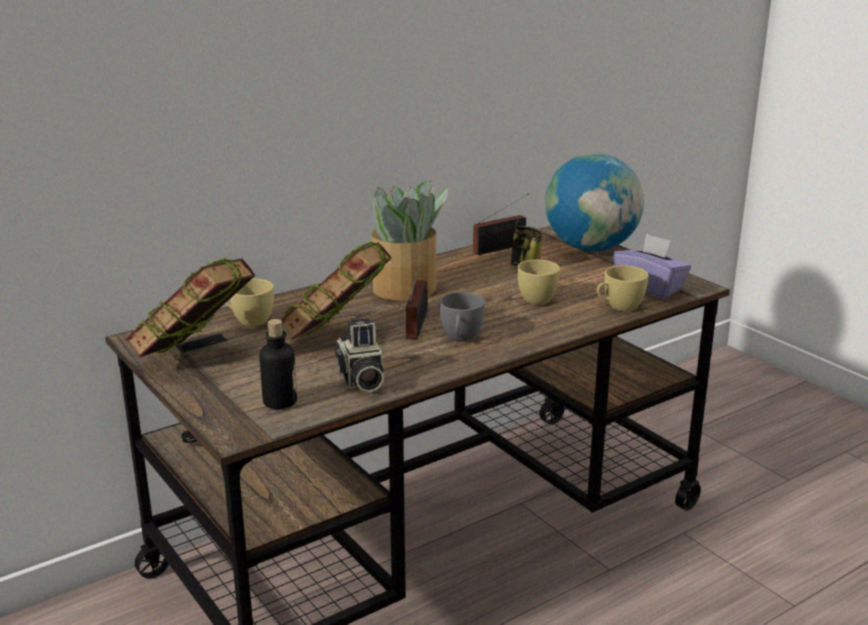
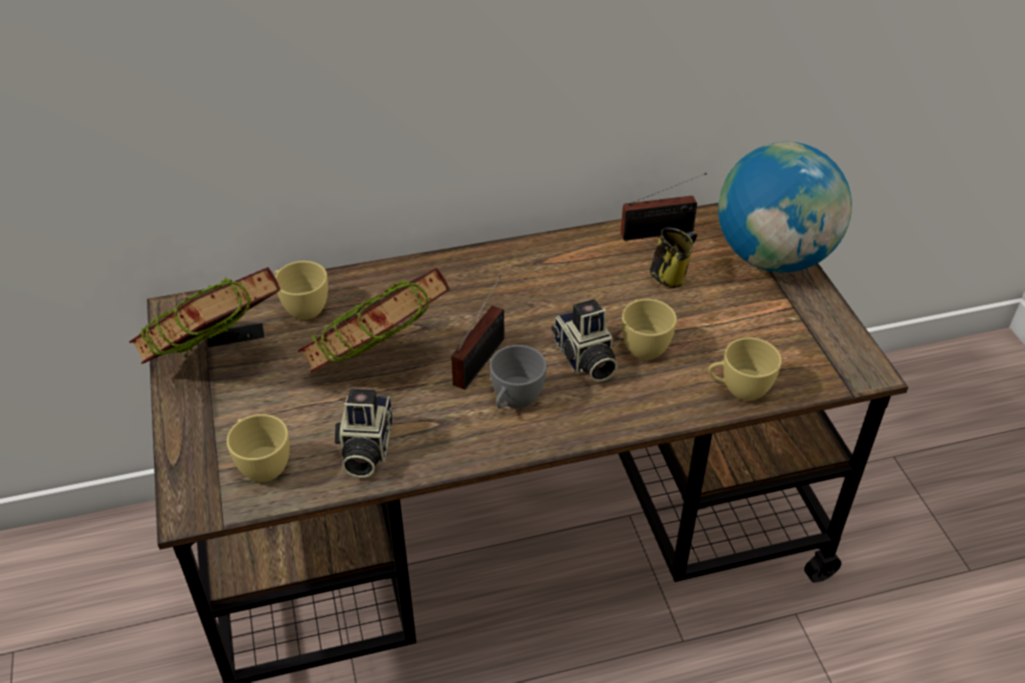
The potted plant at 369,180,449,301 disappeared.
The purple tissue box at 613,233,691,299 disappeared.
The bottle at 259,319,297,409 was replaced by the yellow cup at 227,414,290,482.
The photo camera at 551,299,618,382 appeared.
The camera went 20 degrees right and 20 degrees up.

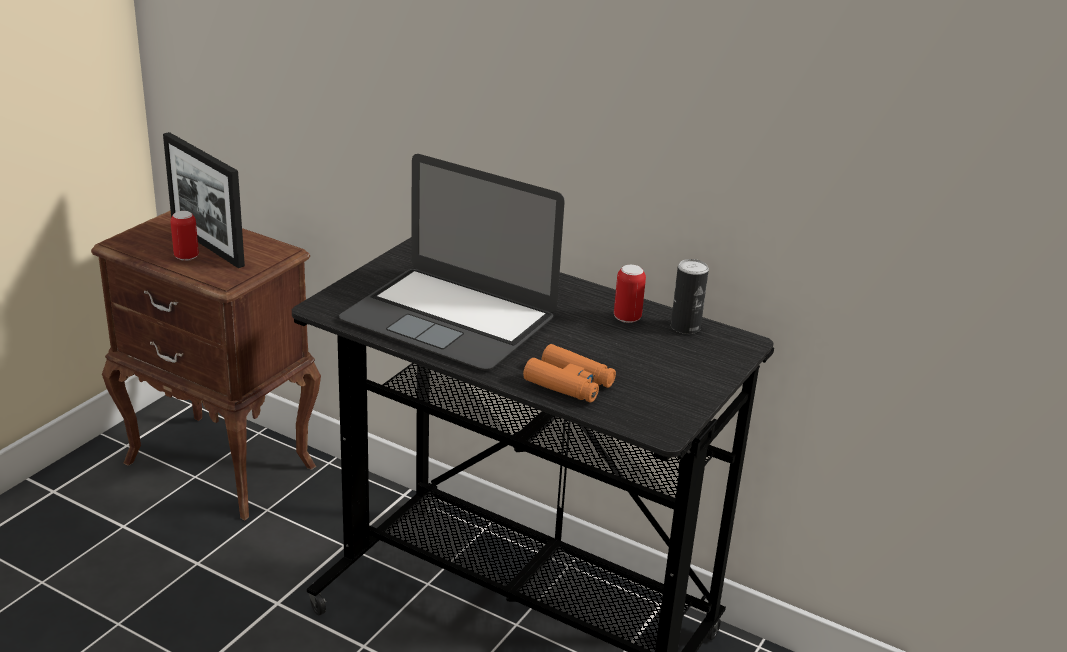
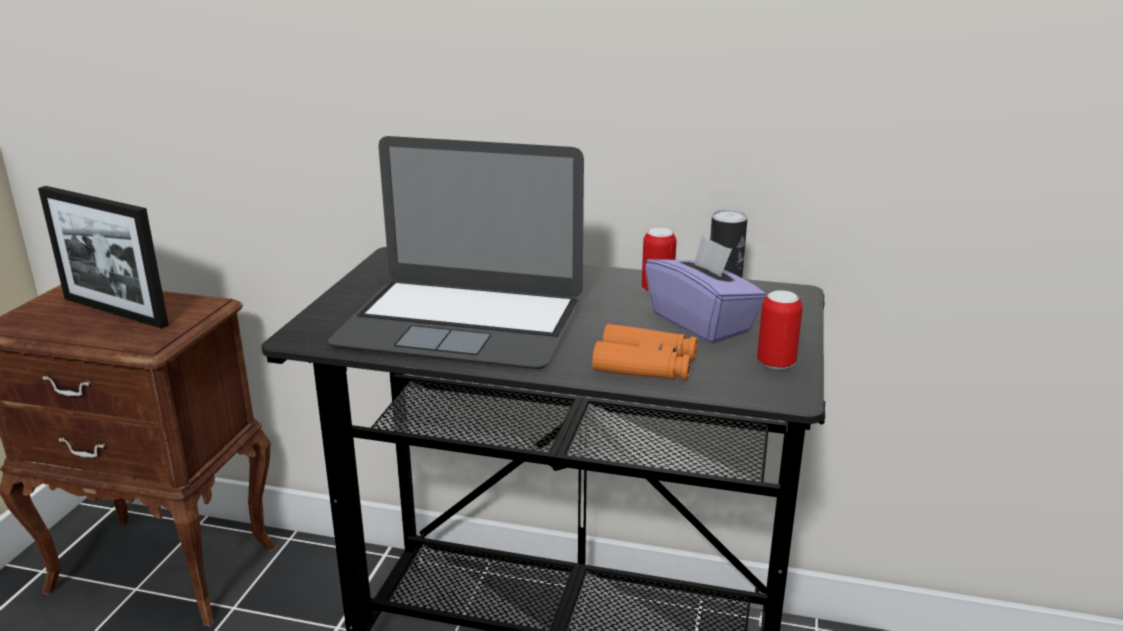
The can moved from 170,211,199,261 to 757,290,803,370.
The purple tissue box at 645,235,766,344 appeared.
The camera went 15 degrees left and 5 degrees down.

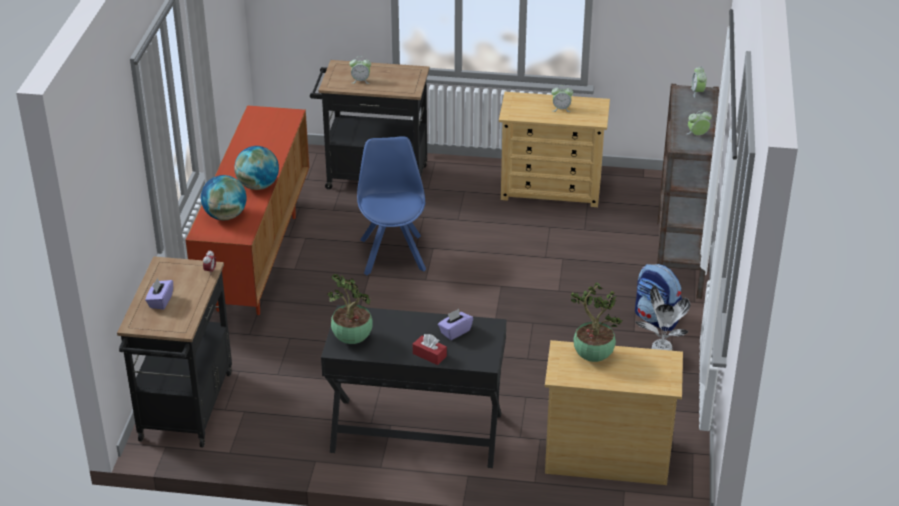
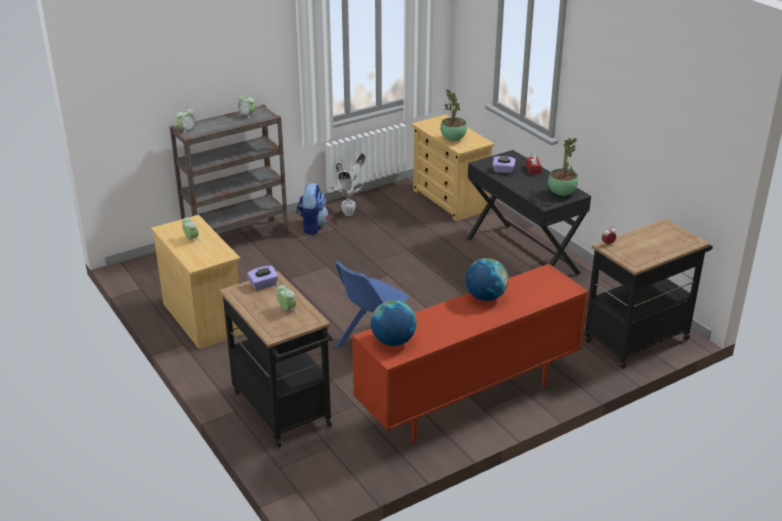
The globe moved from 201,175,247,220 to 371,300,417,346.
The purple tissue box moved from 145,278,173,310 to 247,266,278,290.
The camera went 130 degrees left and 5 degrees down.

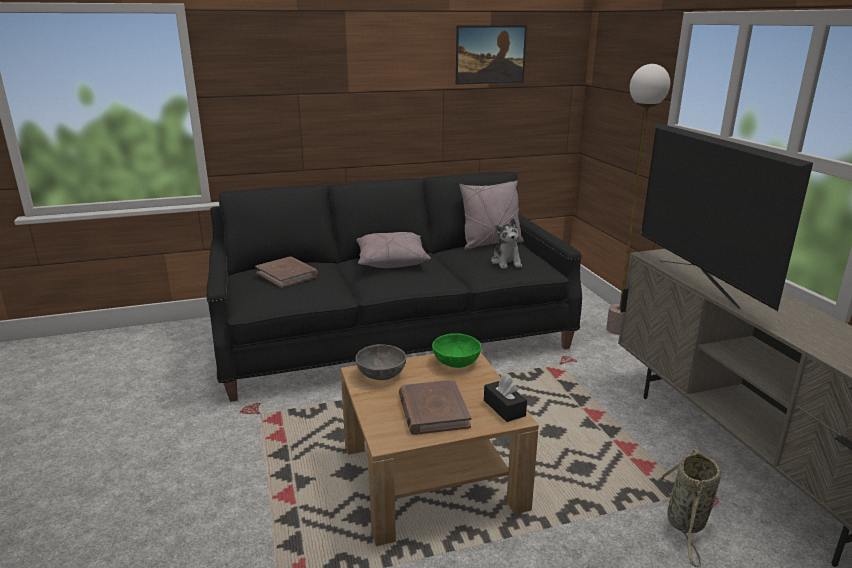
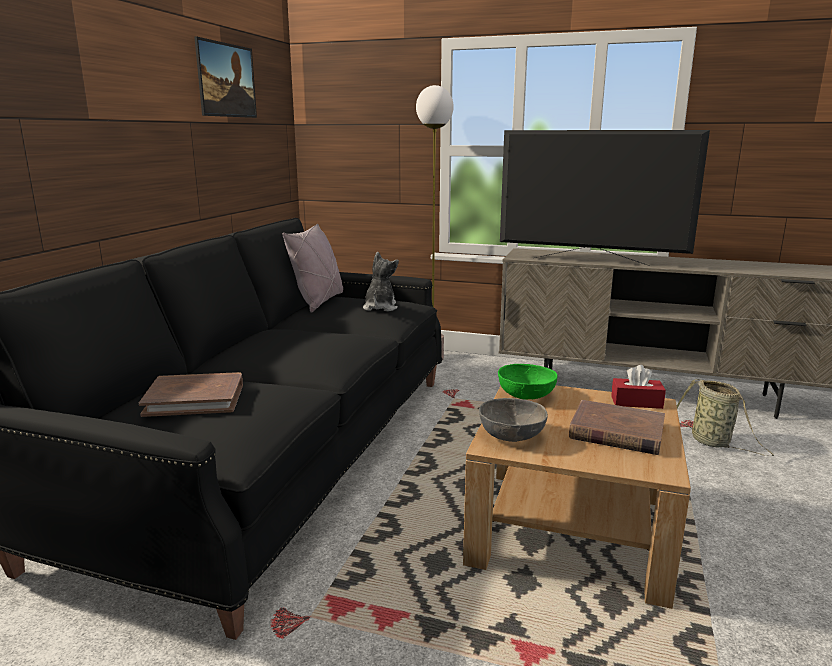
The plush toy at 491,218,522,269 turned 105 degrees counterclockwise.
The purple pillow at 356,232,431,268 disappeared.
The black tissue box at 484,375,527,422 became the red tissue box at 611,365,666,409.
The camera went 55 degrees left and 5 degrees down.

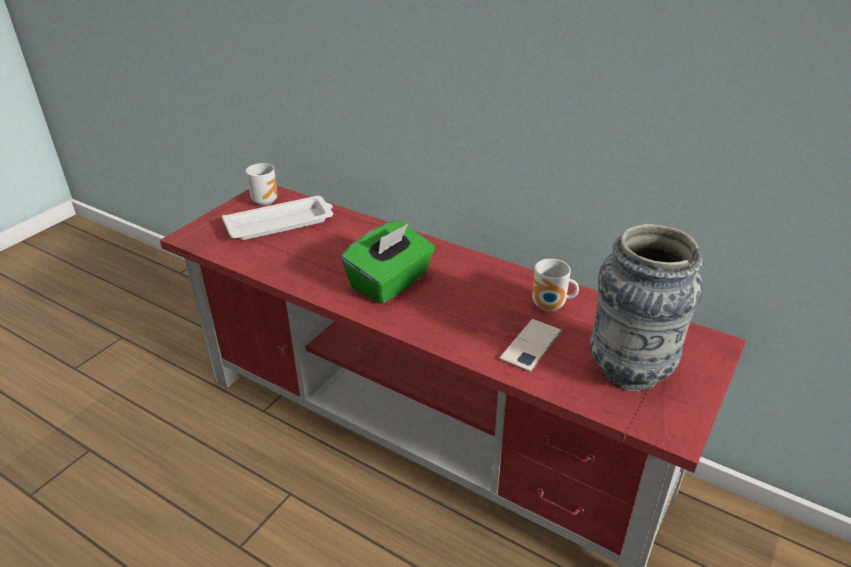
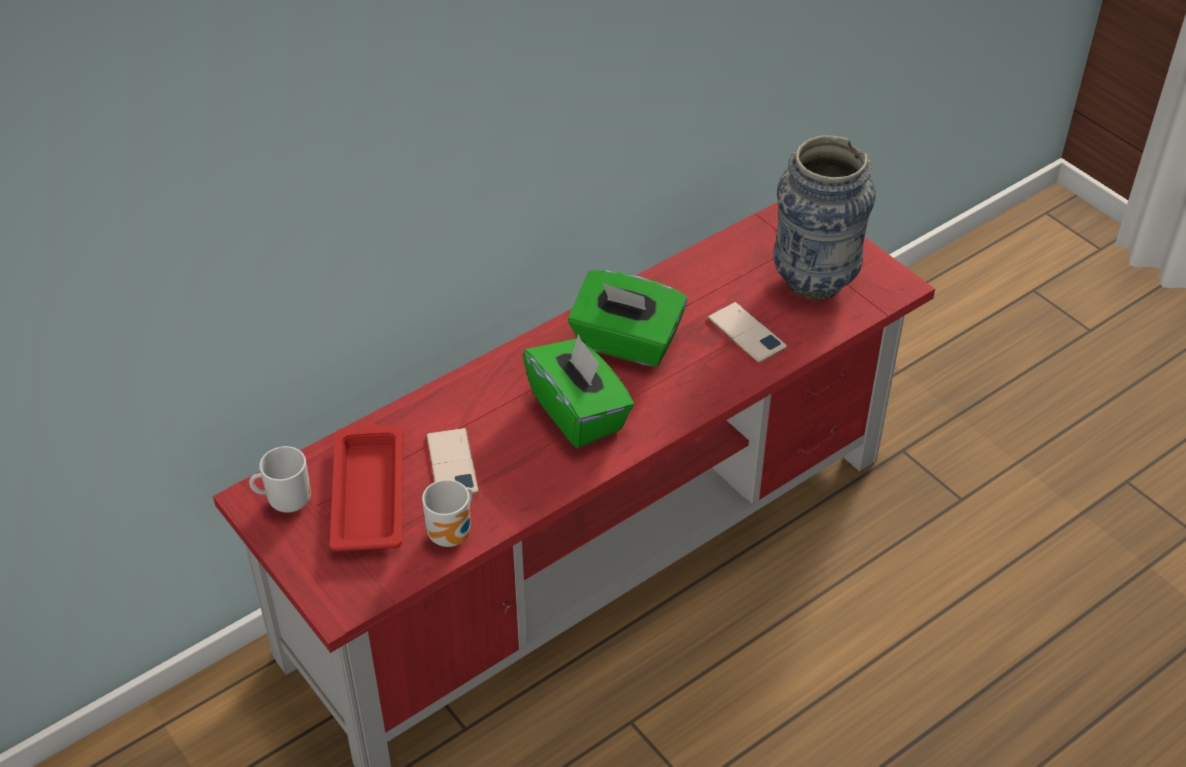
The white tray at 222,196,333,240 became the red tray at 330,423,403,552.
The mug moved from 532,259,579,311 to 422,479,473,547.
The green tissue box at 568,270,687,367 appeared.
The phone at 427,428,479,494 appeared.
The camera went 70 degrees left and 10 degrees up.

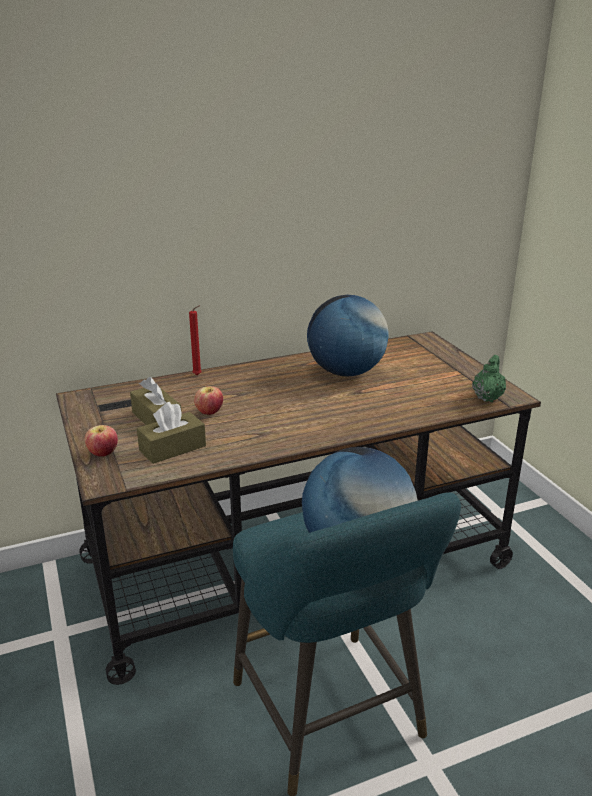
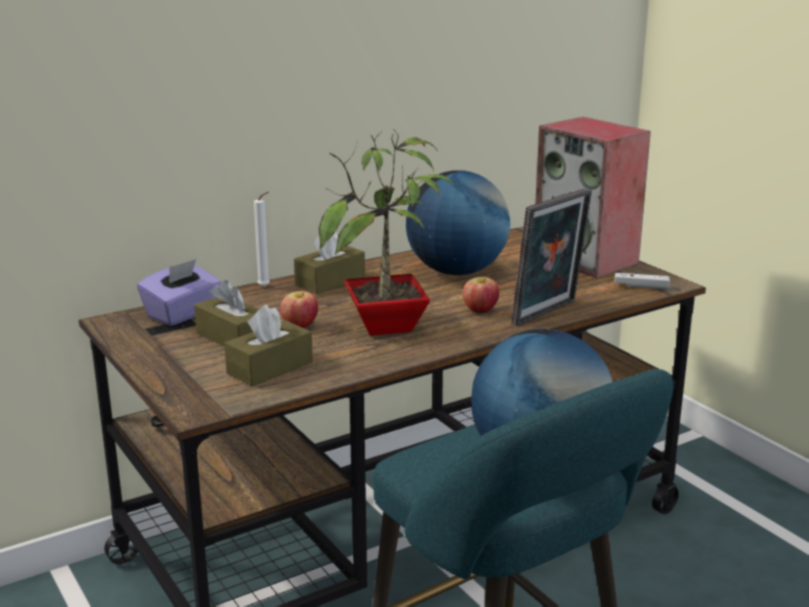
The red candle at 189,306,202,375 became the white candle at 254,192,270,287.
The green teapot at 472,355,506,402 was replaced by the white game controller at 615,273,670,289.
The apple moved from 85,425,118,457 to 463,277,499,313.
The speaker at 535,117,651,278 appeared.
The potted plant at 319,129,456,336 appeared.
The picture frame at 511,188,592,326 appeared.
The brown tissue box at 294,232,365,294 appeared.
The purple tissue box at 137,259,221,326 appeared.
The camera went 10 degrees left and 5 degrees down.

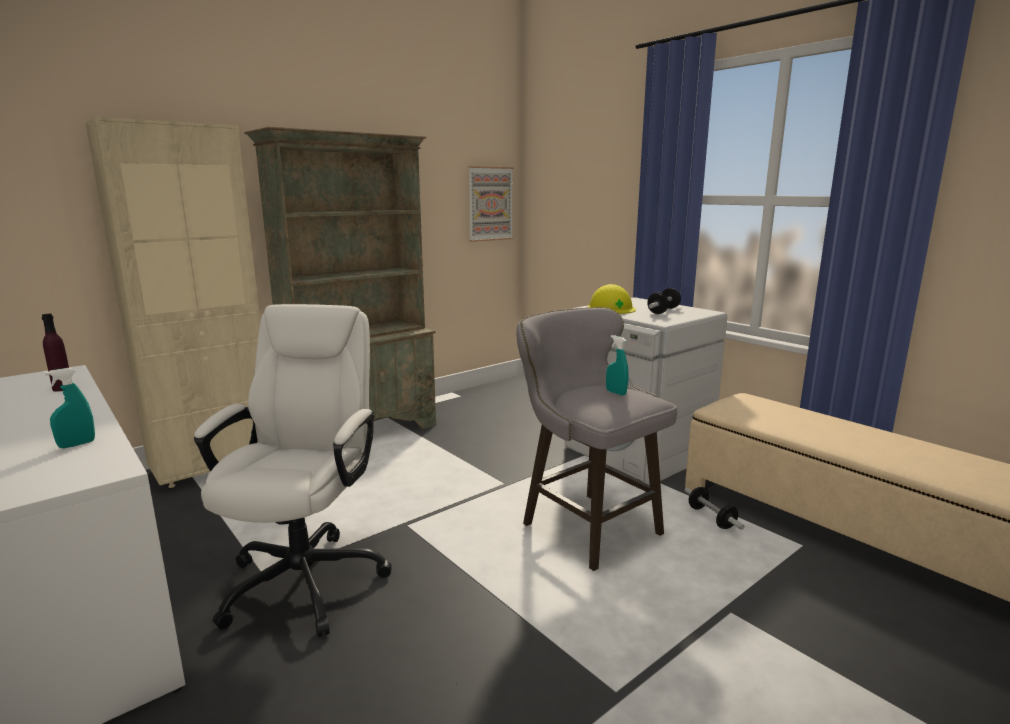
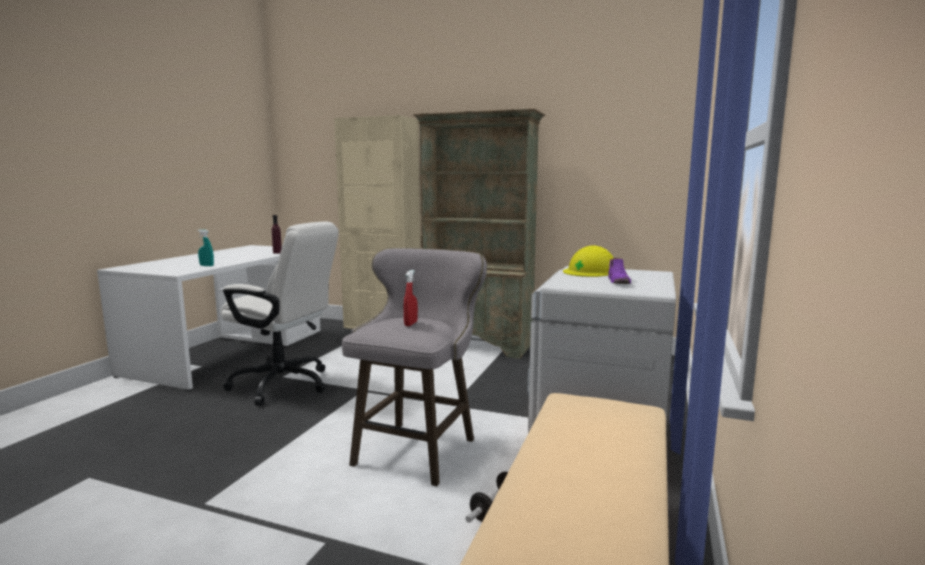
The picture at 468,166,513,242 disappeared.
The dumbbell at 647,288,681,314 was replaced by the purple shoe at 608,258,631,284.
The white office chair at 194,304,392,637 turned 45 degrees clockwise.
The turquoise spray bottle at 606,335,628,396 became the red spray bottle at 404,270,418,326.
The camera went 60 degrees right and 5 degrees down.

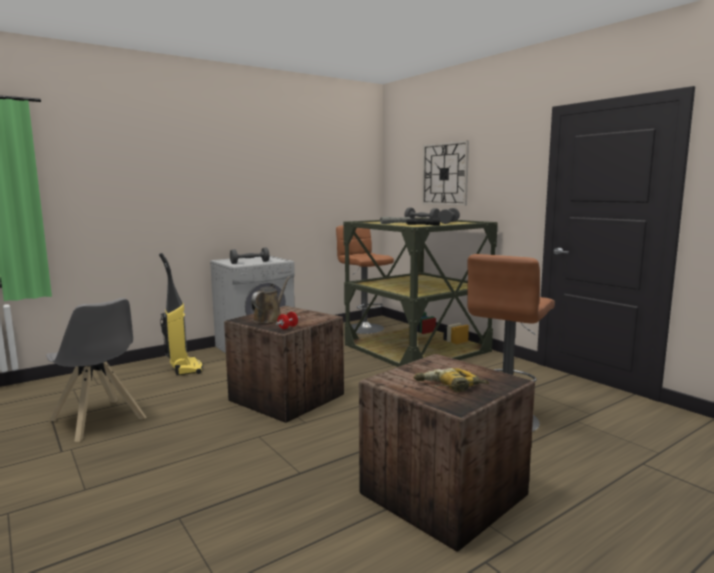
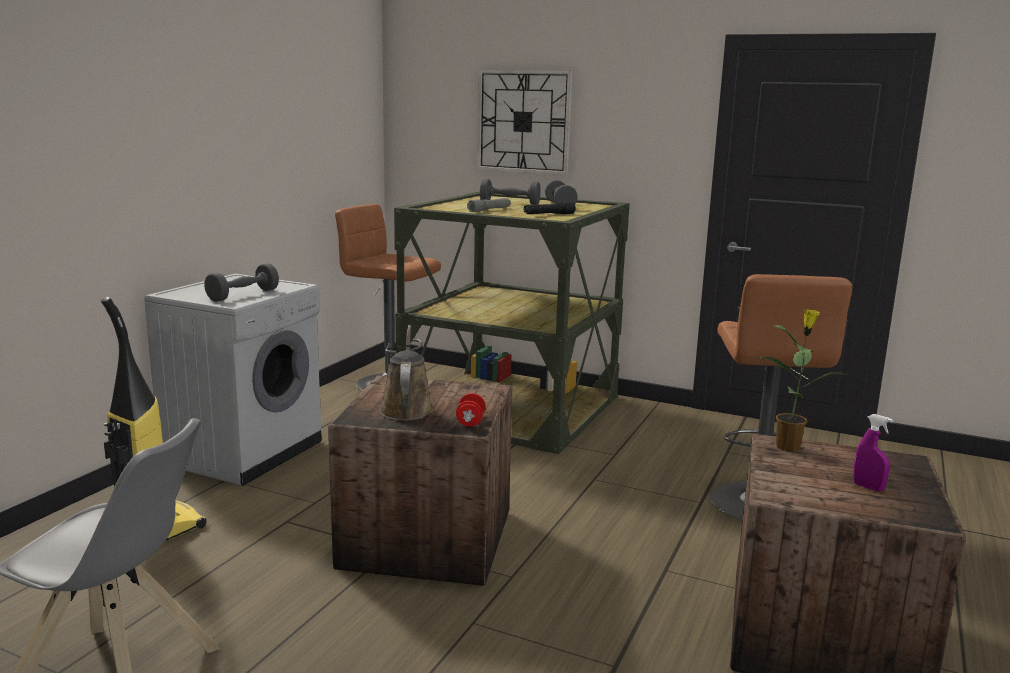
The power drill at 414,368,489,392 was replaced by the purple spray bottle at 853,414,893,491.
The potted plant at 760,309,849,452 appeared.
The camera went 30 degrees left and 5 degrees up.

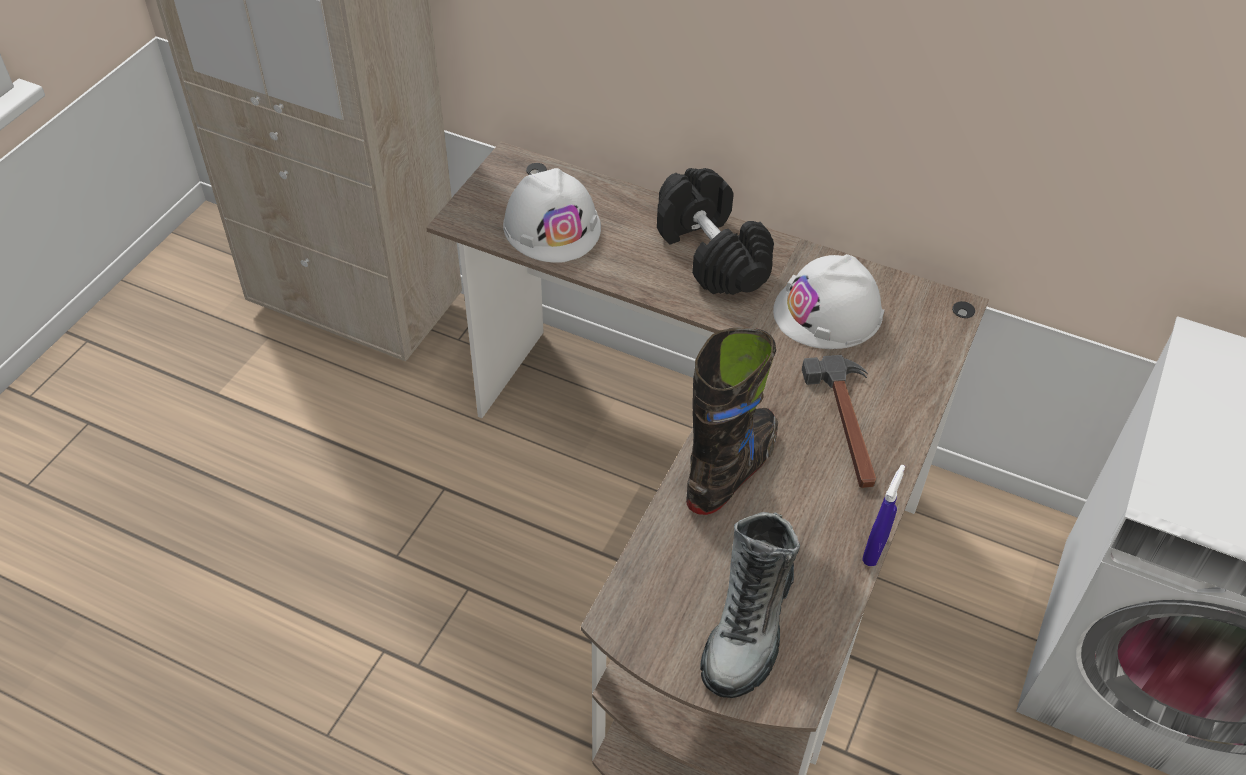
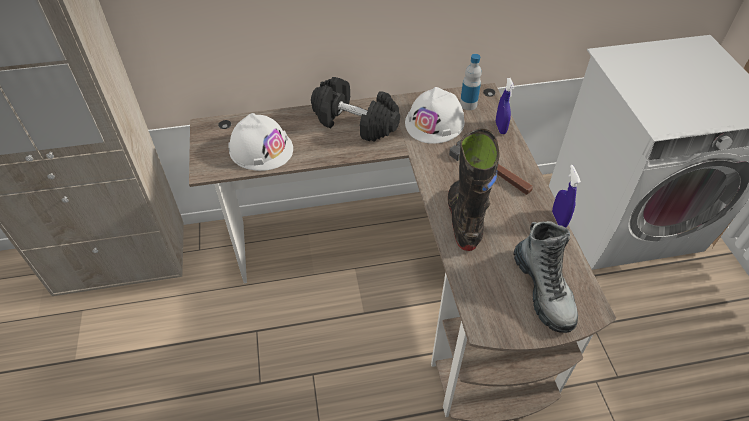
The bottle at 460,54,482,110 appeared.
The blue spray bottle at 496,78,514,134 appeared.
The camera went 35 degrees left and 0 degrees up.

